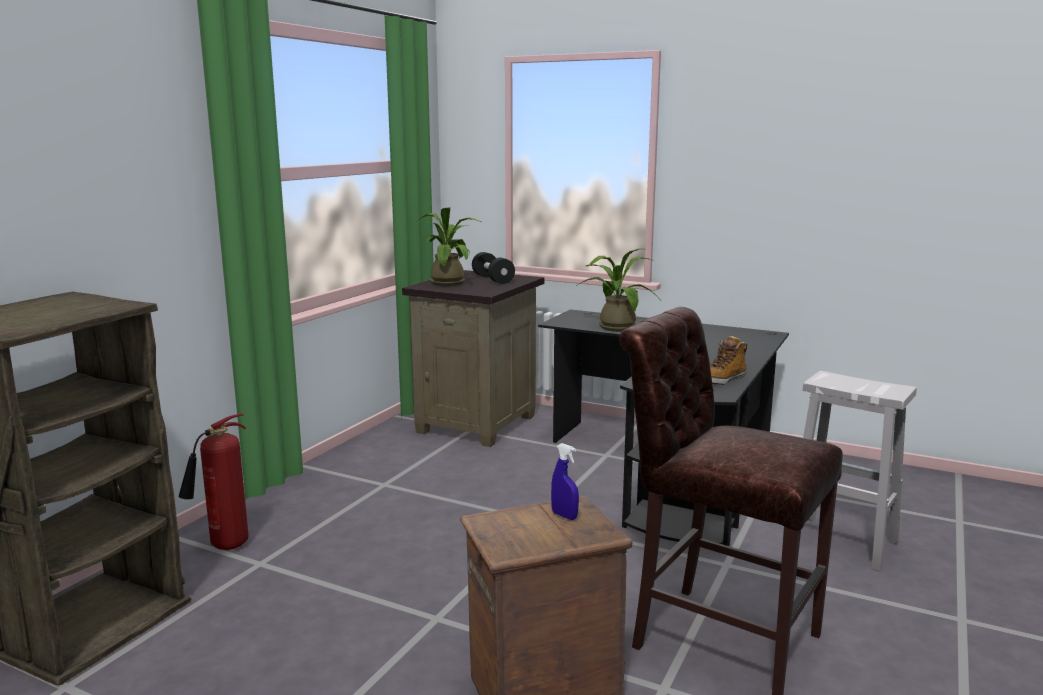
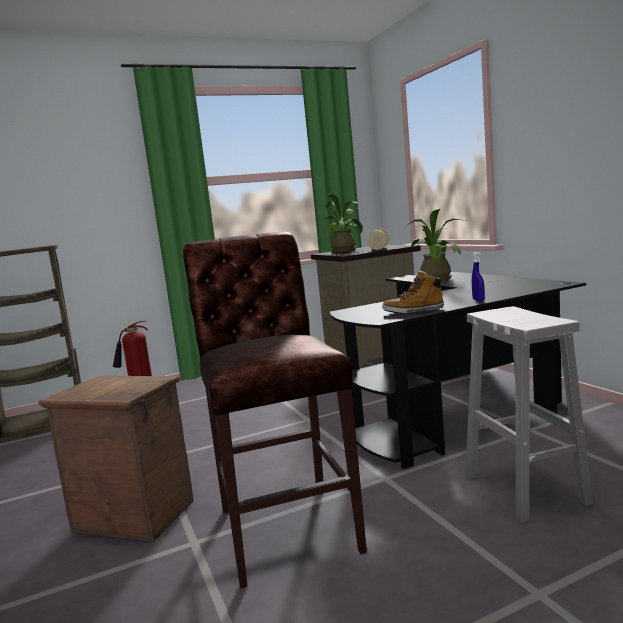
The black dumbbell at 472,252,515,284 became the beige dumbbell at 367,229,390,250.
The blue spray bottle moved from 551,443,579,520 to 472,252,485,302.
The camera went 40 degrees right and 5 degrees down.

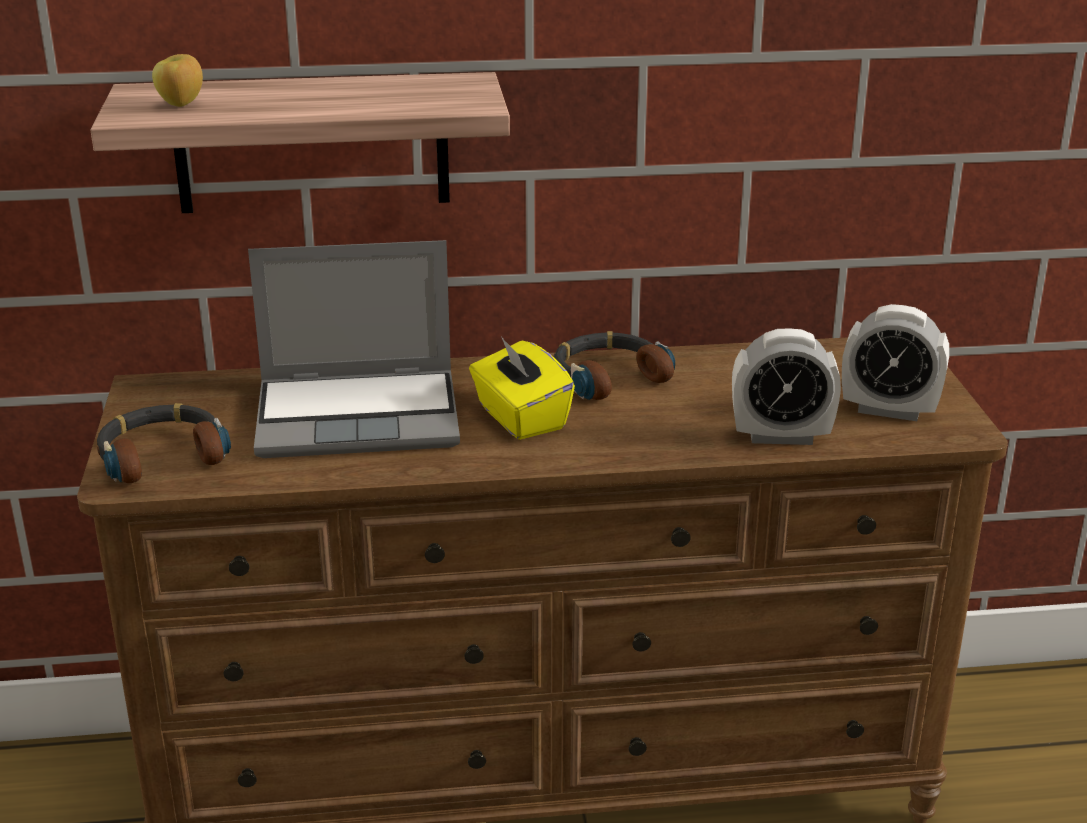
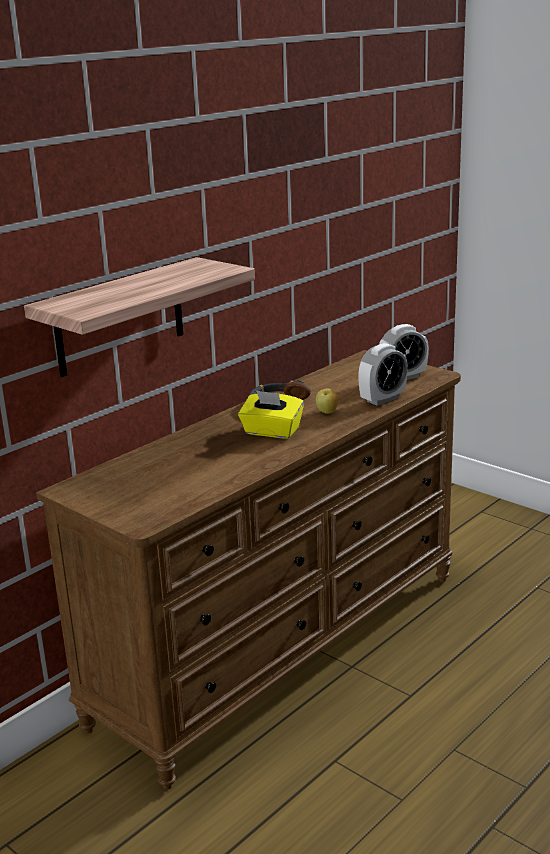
The apple moved from 152,54,203,107 to 316,388,338,414.
The laptop at 248,240,460,458 disappeared.
The headphones at 97,403,231,483 disappeared.
The camera went 40 degrees left and 5 degrees down.

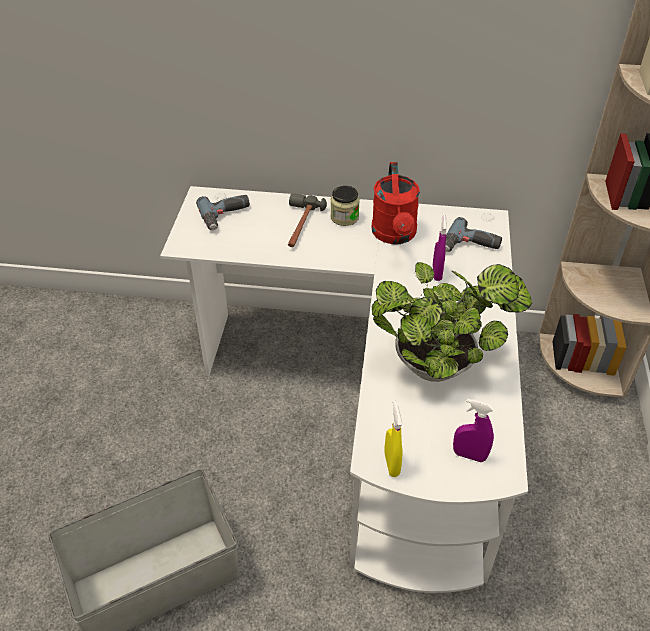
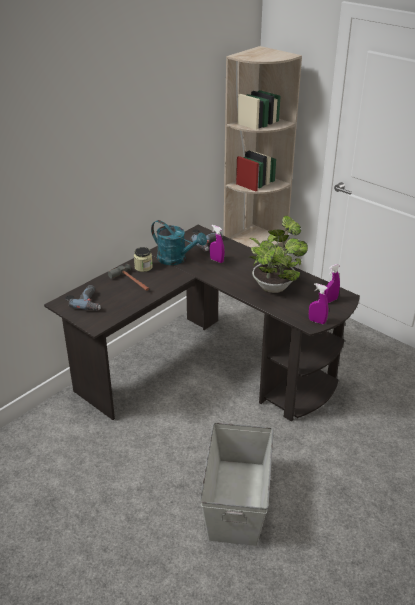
The red watering can at 371,162,420,244 became the turquoise watering can at 151,220,207,265.
The white desk at 160,186,528,593 became the black desk at 44,225,360,422.
The yellow spray bottle at 385,401,403,477 became the purple spray bottle at 309,283,328,324.
The camera went 55 degrees left and 10 degrees down.

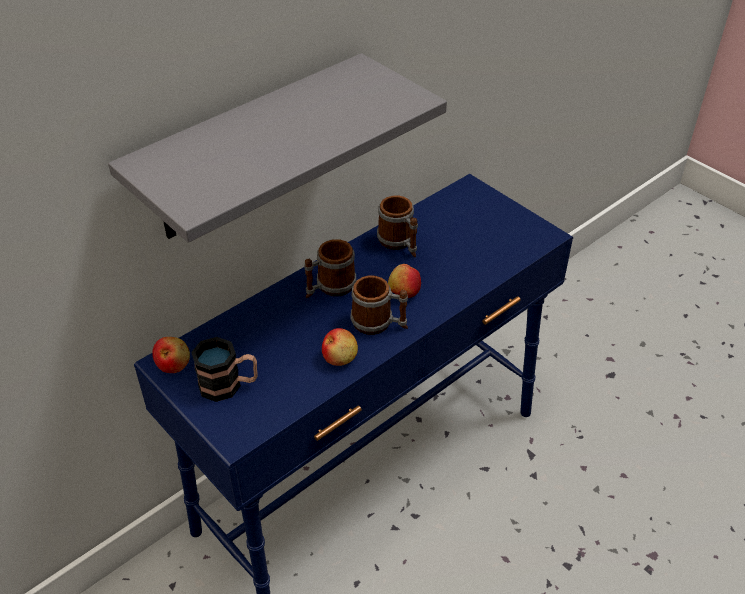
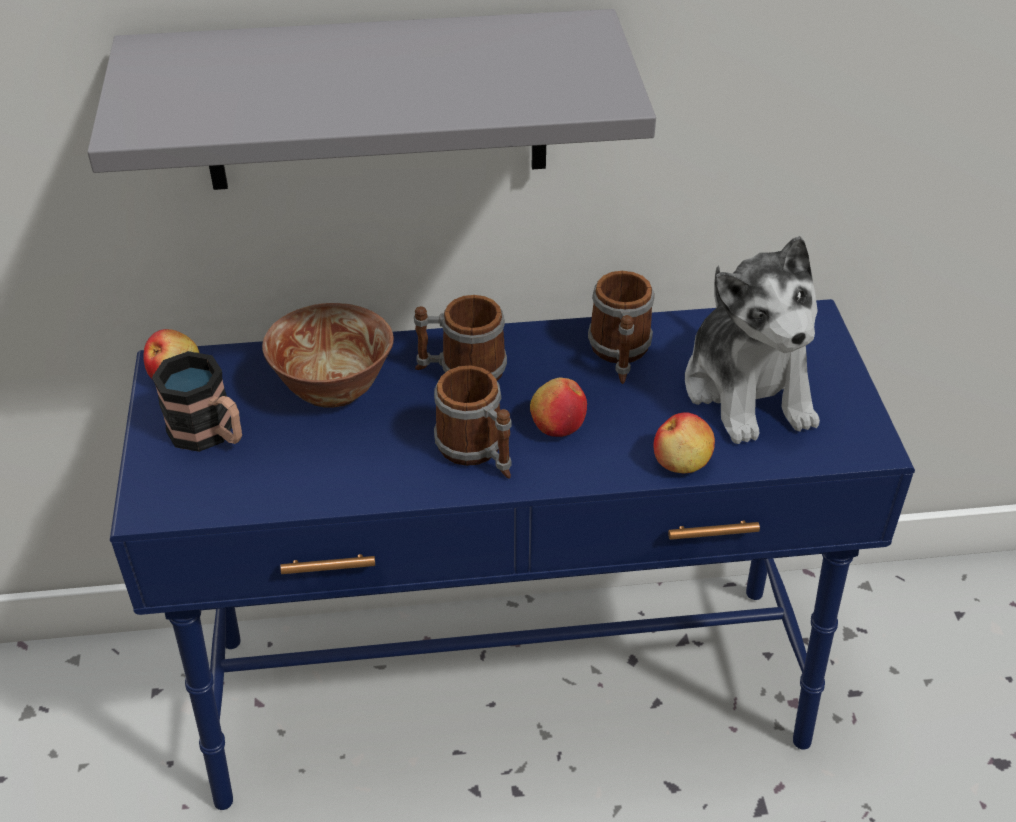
The apple moved from 322,328,358,366 to 653,412,715,473.
The plush toy at 685,236,820,444 appeared.
The bowl at 262,303,394,408 appeared.
The camera went 35 degrees right and 0 degrees up.

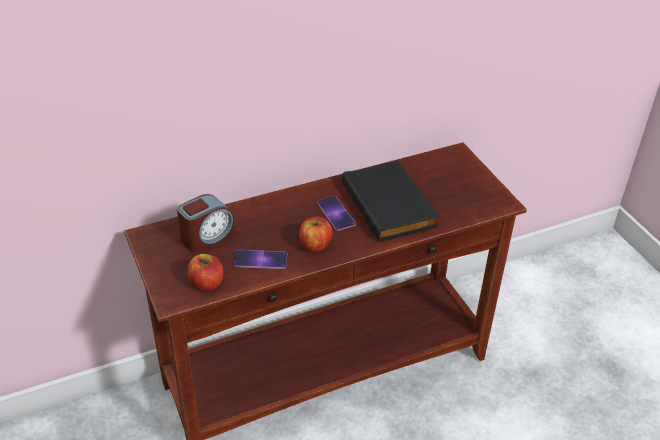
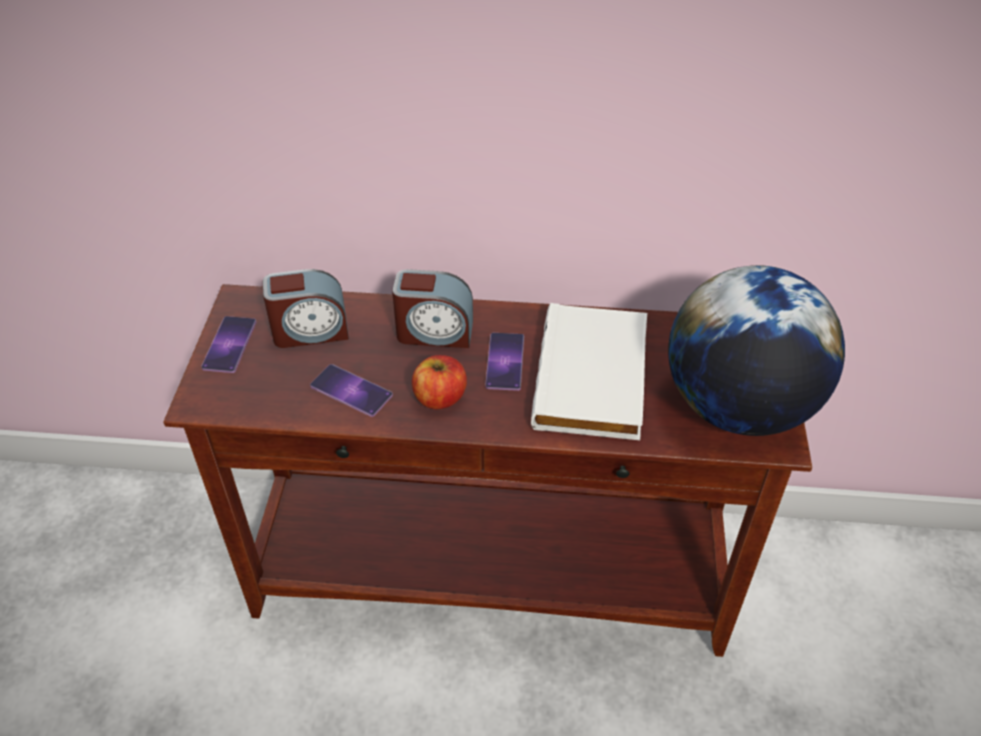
The black book at 342,160,439,242 became the white book at 531,303,647,440.
The apple at 188,254,223,290 disappeared.
The globe at 668,265,845,436 appeared.
The alarm clock at 392,269,473,348 appeared.
The phone at 201,316,256,373 appeared.
The camera went 30 degrees right and 5 degrees up.

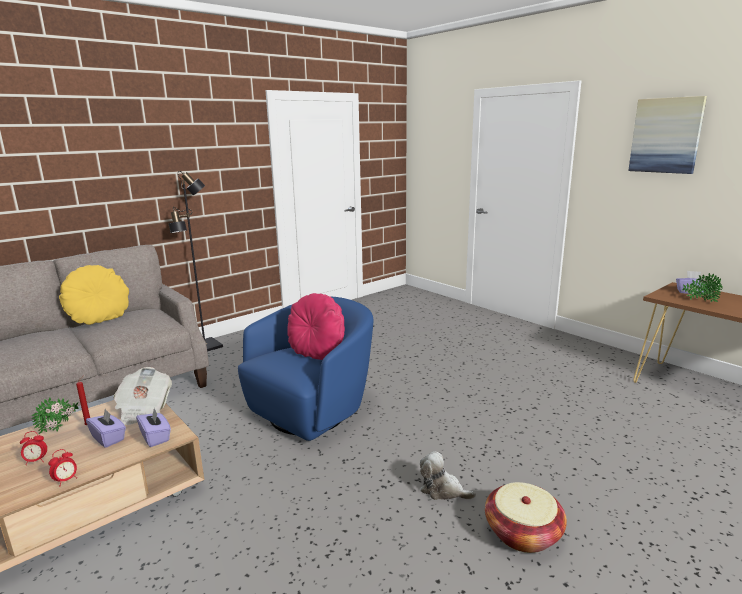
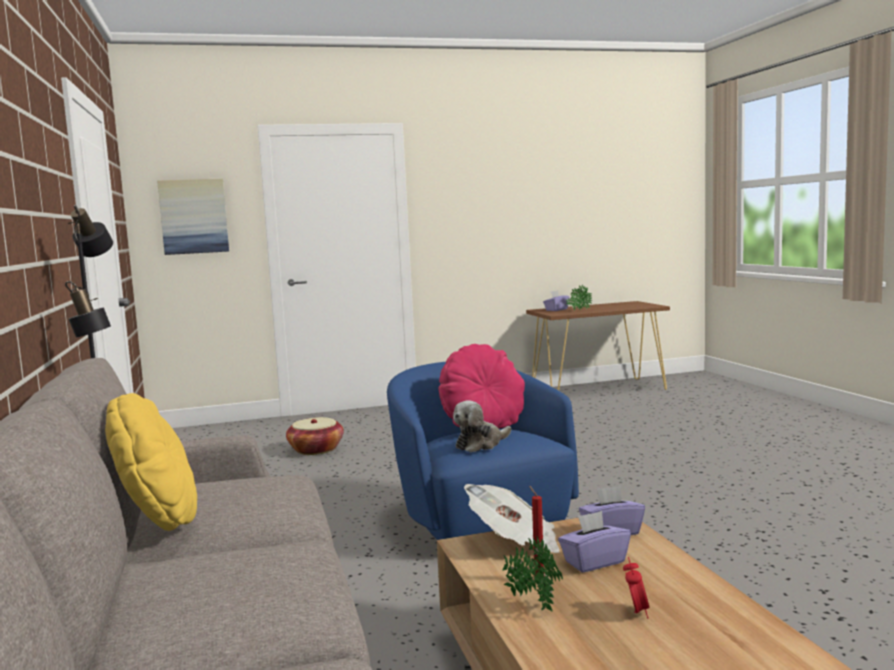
The picture moved from 628,96,707,174 to 157,179,229,255.
The alarm clock at 48,449,77,487 disappeared.
The plush toy moved from 420,451,476,500 to 453,400,511,452.
The basket moved from 485,482,567,553 to 286,417,344,455.
The camera went 65 degrees left and 10 degrees down.

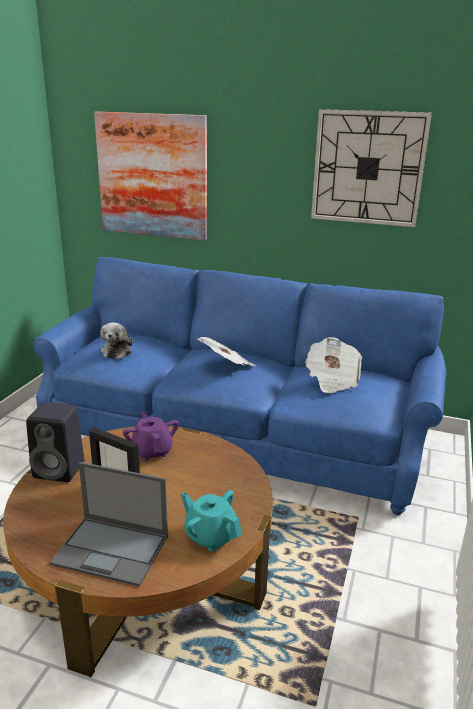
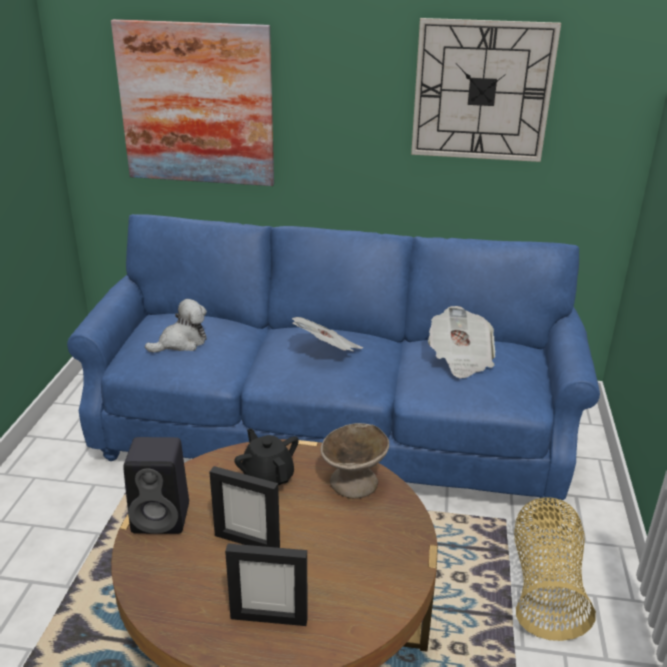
The plush toy at 100,322,133,359 turned 120 degrees counterclockwise.
The purple teapot at 123,411,179,461 became the black teapot at 234,428,299,486.
The laptop at 50,462,168,587 was replaced by the picture frame at 225,543,308,626.
The turquoise teapot at 181,490,242,552 disappeared.
The beige bowl at 320,423,389,499 appeared.
The basket at 514,497,596,641 appeared.
The camera went 10 degrees left and 5 degrees up.

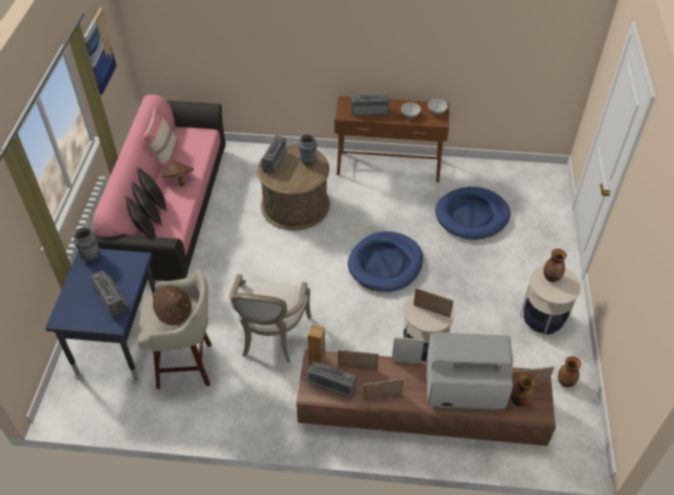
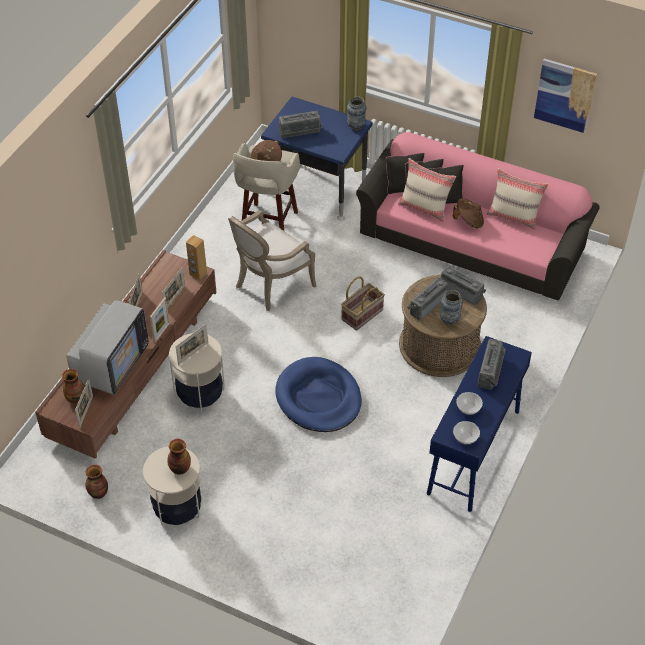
The brown console table at 335,96,449,182 became the blue console table at 427,336,532,512.
The blue dog bed at 435,187,511,240 disappeared.
The armchair at 229,274,311,363 turned 75 degrees counterclockwise.
The radio moved from 306,361,356,398 to 407,277,448,320.
The beige pillow at 398,158,456,222 appeared.
The basket at 341,276,385,331 appeared.
The camera went 110 degrees right and 0 degrees up.

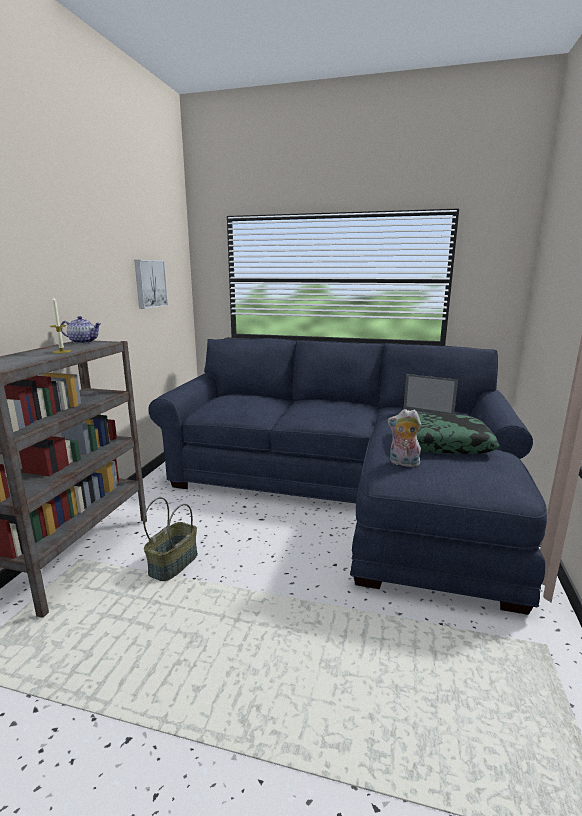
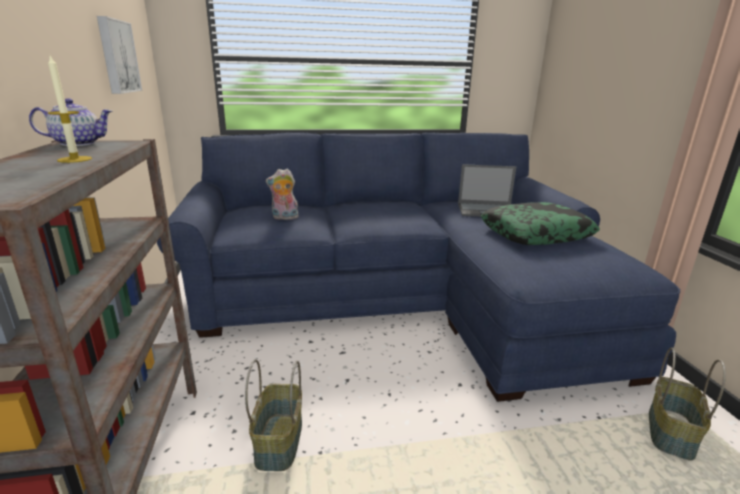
The plush toy moved from 388,409,421,467 to 266,169,299,220.
The basket at 649,347,726,461 appeared.
The camera went 25 degrees left and 5 degrees up.

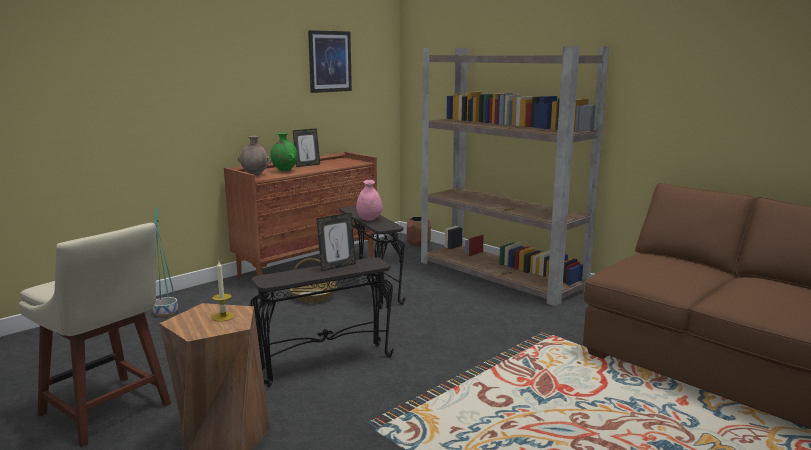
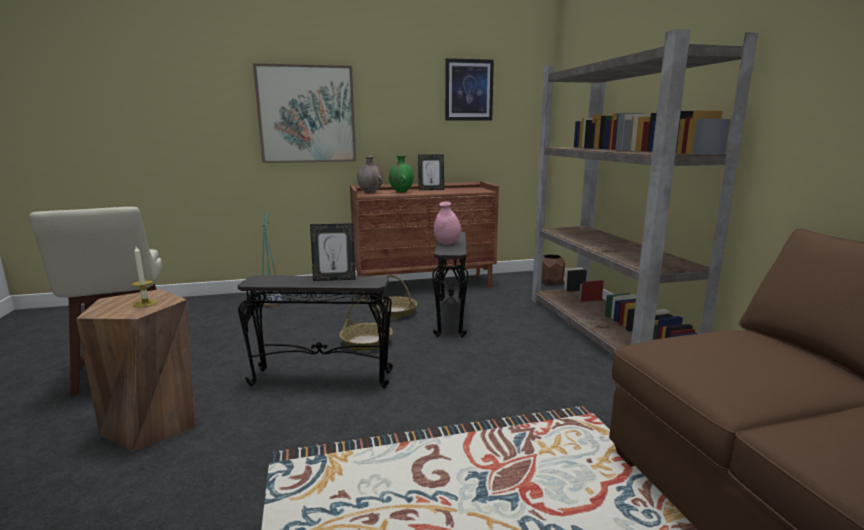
The picture at 253,63,356,163 appeared.
The basket at 339,299,393,351 appeared.
The camera went 30 degrees right and 0 degrees up.

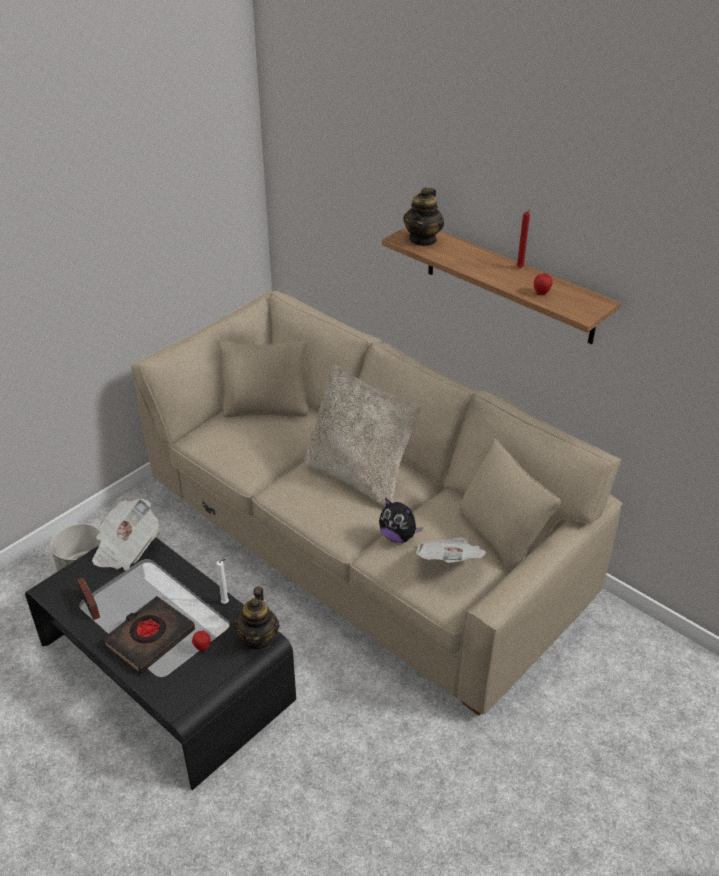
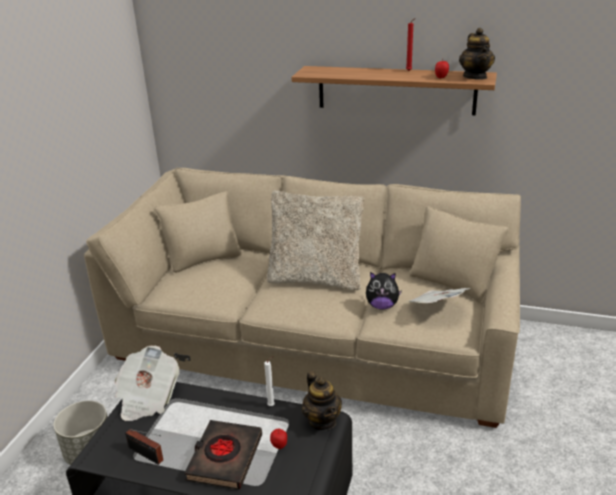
The teapot moved from 403,187,444,246 to 459,28,495,80.
The camera went 25 degrees left and 10 degrees down.

